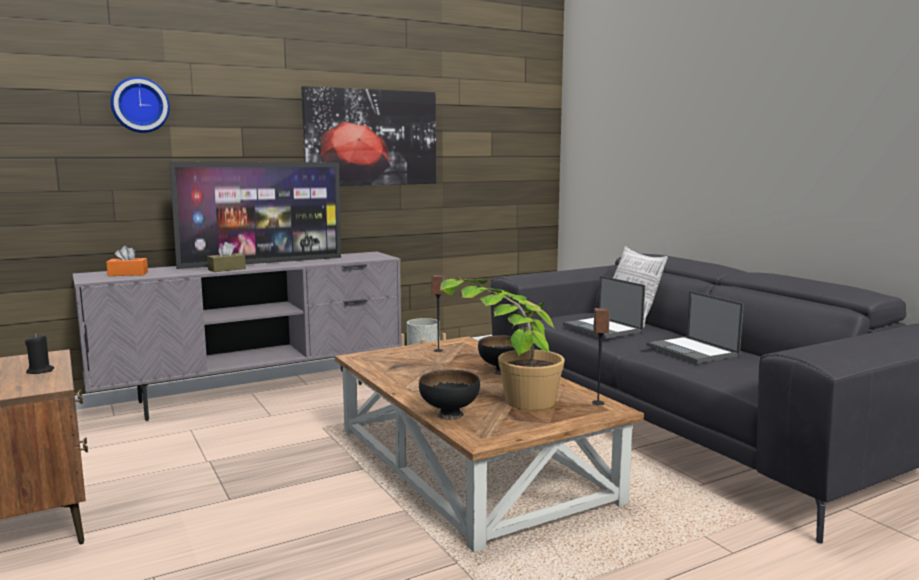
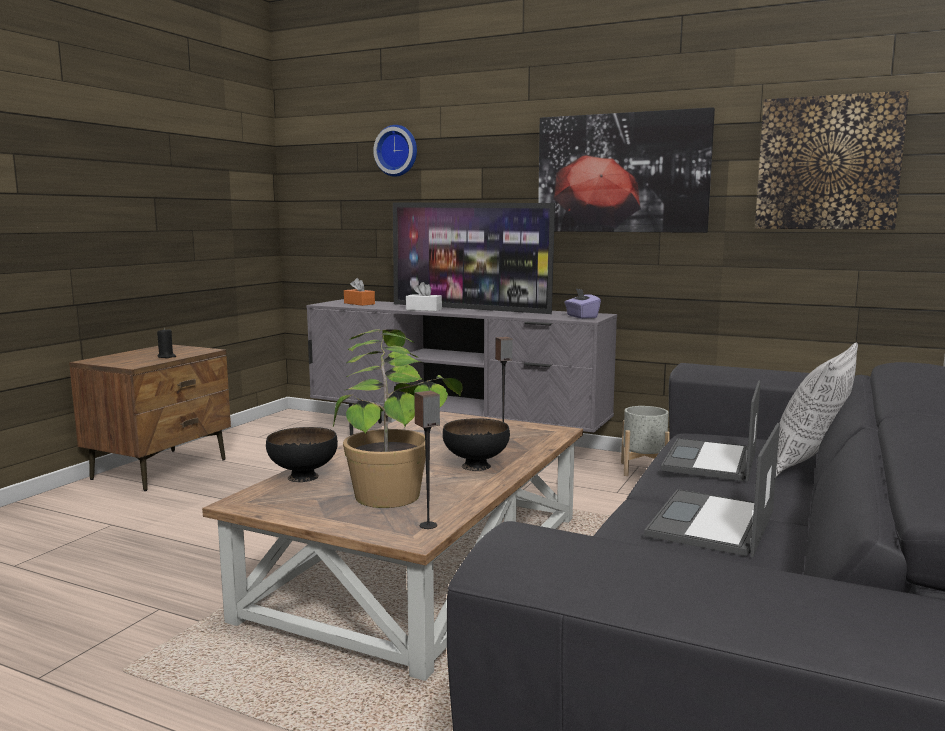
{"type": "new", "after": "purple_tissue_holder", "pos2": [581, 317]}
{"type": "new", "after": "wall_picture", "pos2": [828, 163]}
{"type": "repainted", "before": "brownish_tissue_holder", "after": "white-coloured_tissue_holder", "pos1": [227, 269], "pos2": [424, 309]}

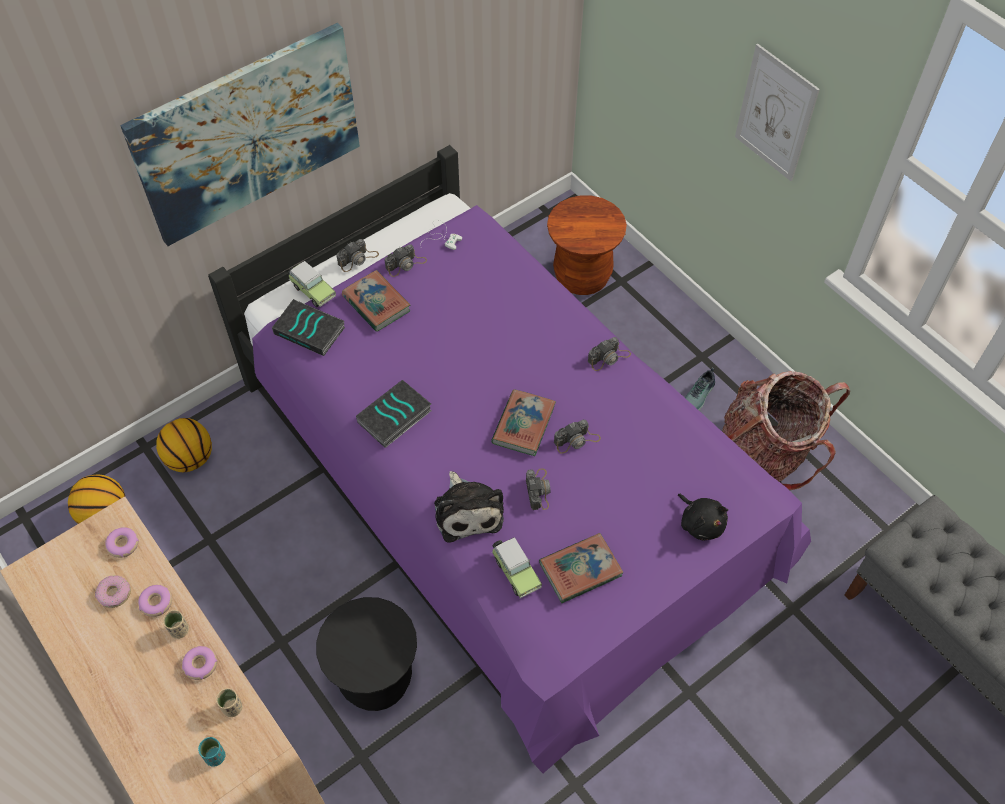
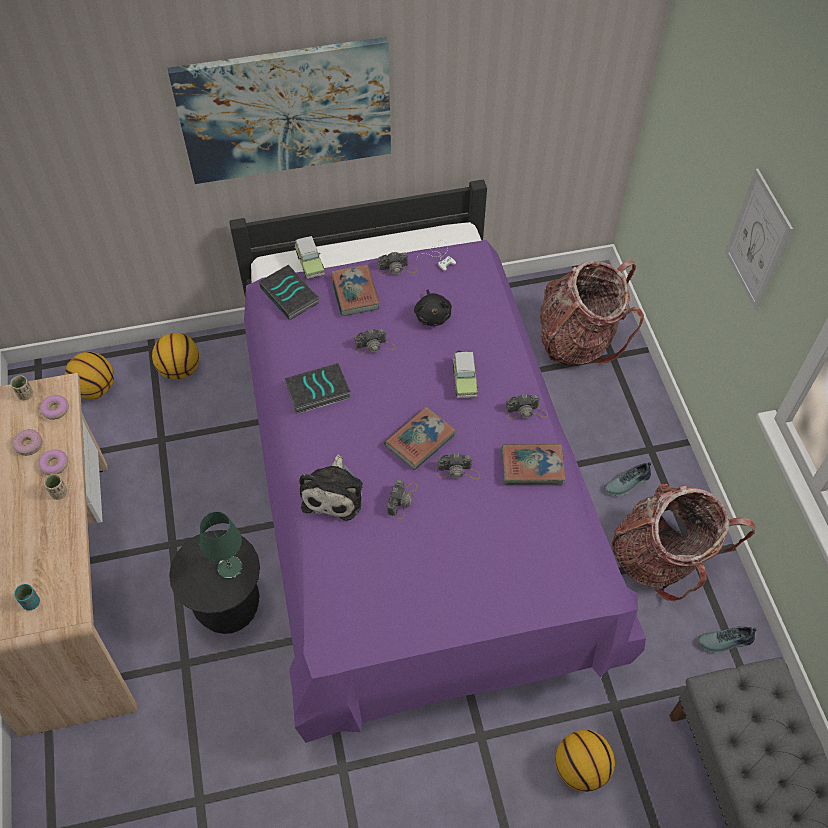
{"type": "gone", "before": "donut", "pos1": [200, 665]}
{"type": "new", "after": "greenish_table_lamp", "pos2": [229, 568]}
{"type": "new", "after": "basketball", "pos2": [581, 768]}
{"type": "new", "after": "low_shoe", "pos2": [725, 642]}
{"type": "shifted", "before": "sand-coloured_cup", "pos1": [232, 708], "pos2": [25, 395]}
{"type": "shifted", "before": "still_camera", "pos1": [358, 259], "pos2": [374, 346]}
{"type": "shifted", "before": "toy_car", "pos1": [515, 571], "pos2": [464, 380]}
{"type": "shifted", "before": "bound_book", "pos1": [580, 570], "pos2": [532, 466]}
{"type": "shifted", "before": "black-coloured_soft_toy", "pos1": [701, 523], "pos2": [432, 315]}
{"type": "swapped", "before": "brownish_stool_seat", "after": "knapsack", "pos1": [582, 277], "pos2": [578, 340]}

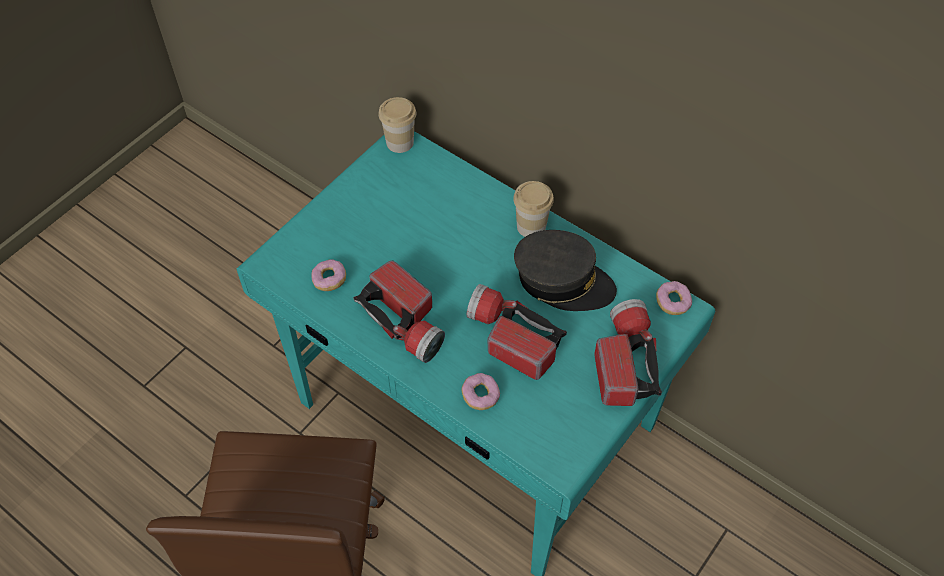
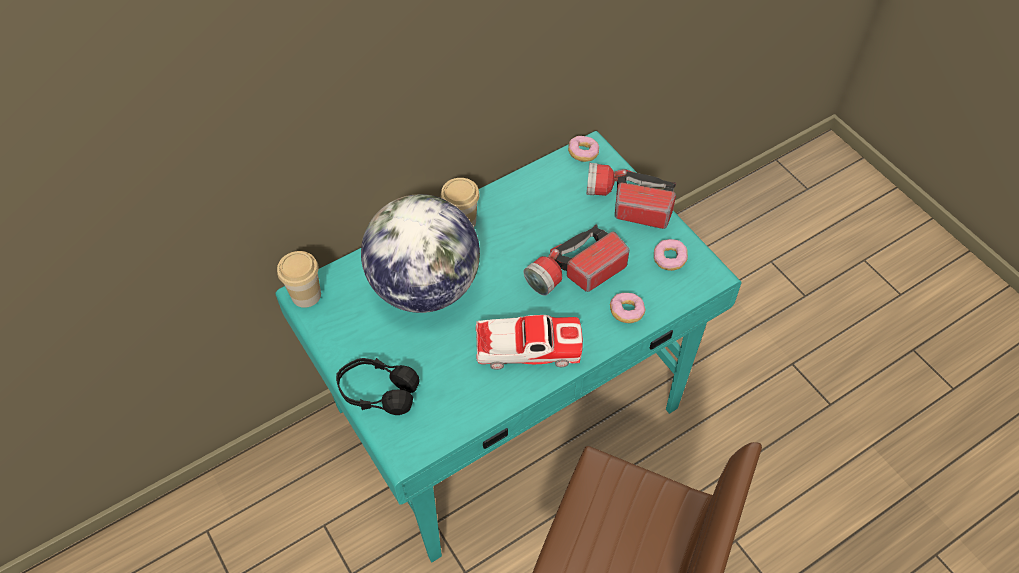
{"type": "gone", "before": "gray_peaked_cap", "pos1": [562, 281]}
{"type": "new", "after": "black-coloured_headset", "pos2": [378, 392]}
{"type": "new", "after": "desk_globe", "pos2": [425, 286]}
{"type": "shifted", "before": "donut", "pos1": [329, 280], "pos2": [669, 259]}
{"type": "swapped", "before": "flashlight", "after": "toy_car", "pos1": [406, 322], "pos2": [527, 347]}

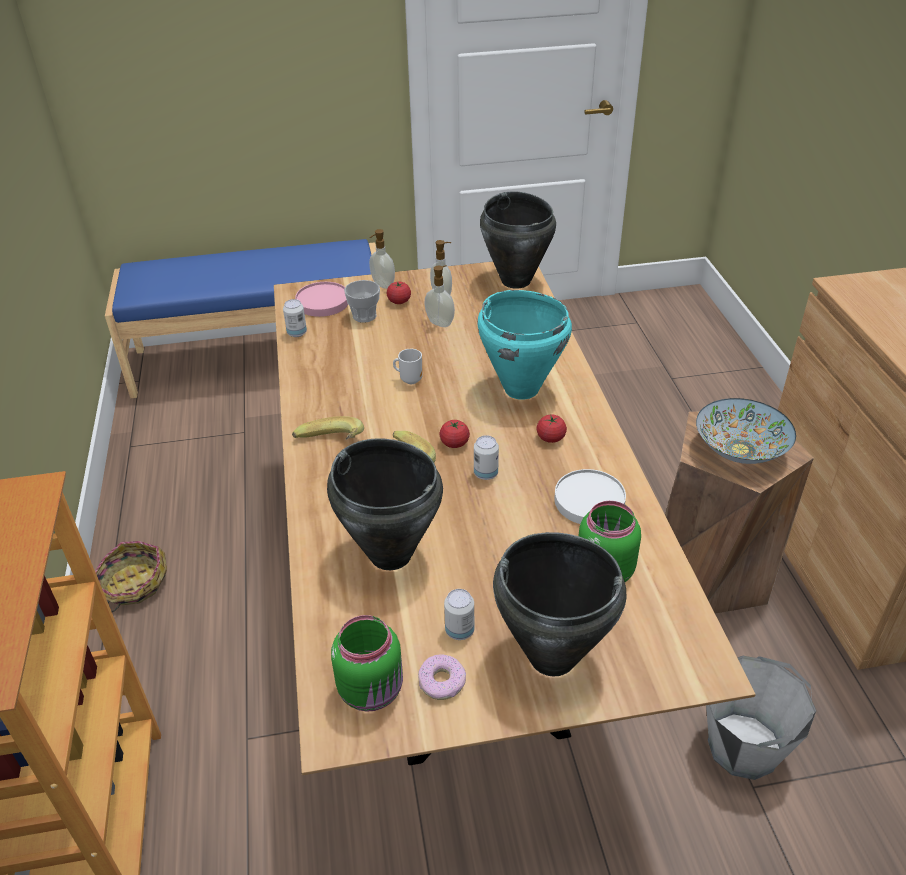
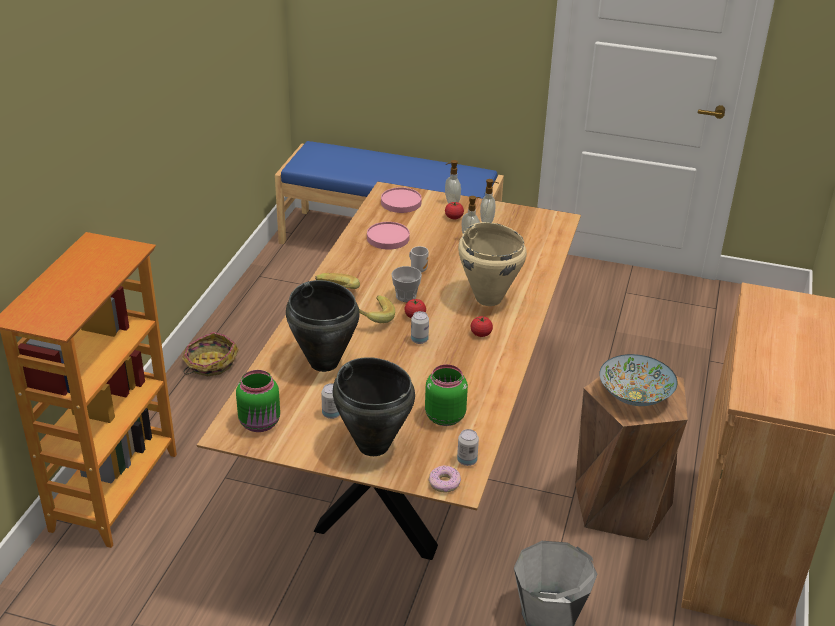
{"type": "gone", "before": "black-coloured_stockpot", "pos1": [516, 280]}
{"type": "gone", "before": "white-coloured_flat_dish", "pos1": [590, 500]}
{"type": "new", "after": "pink-coloured_flat_dish", "pos2": [387, 238]}
{"type": "shifted", "before": "sealed_can", "pos1": [297, 333], "pos2": [467, 461]}
{"type": "shifted", "before": "cup", "pos1": [364, 316], "pos2": [406, 296]}
{"type": "shifted", "before": "donut", "pos1": [442, 682], "pos2": [444, 483]}
{"type": "repainted", "before": "blue-green_stockpot", "after": "sand-coloured_stockpot", "pos1": [521, 388], "pos2": [488, 298]}

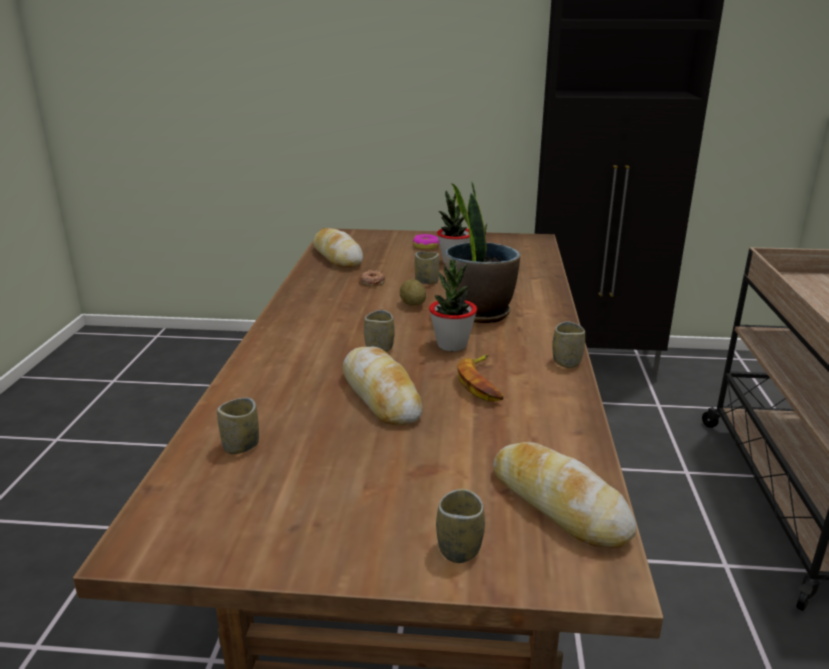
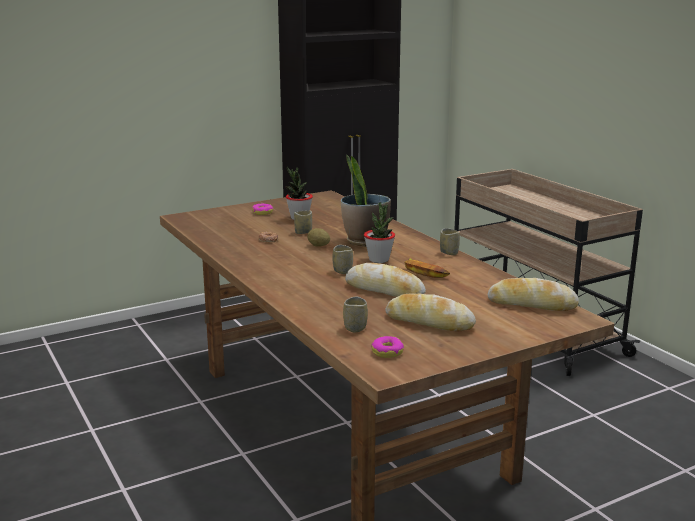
{"type": "gone", "before": "cup", "pos1": [459, 549]}
{"type": "new", "after": "donut", "pos2": [387, 352]}
{"type": "shifted", "before": "bread", "pos1": [337, 256], "pos2": [429, 322]}

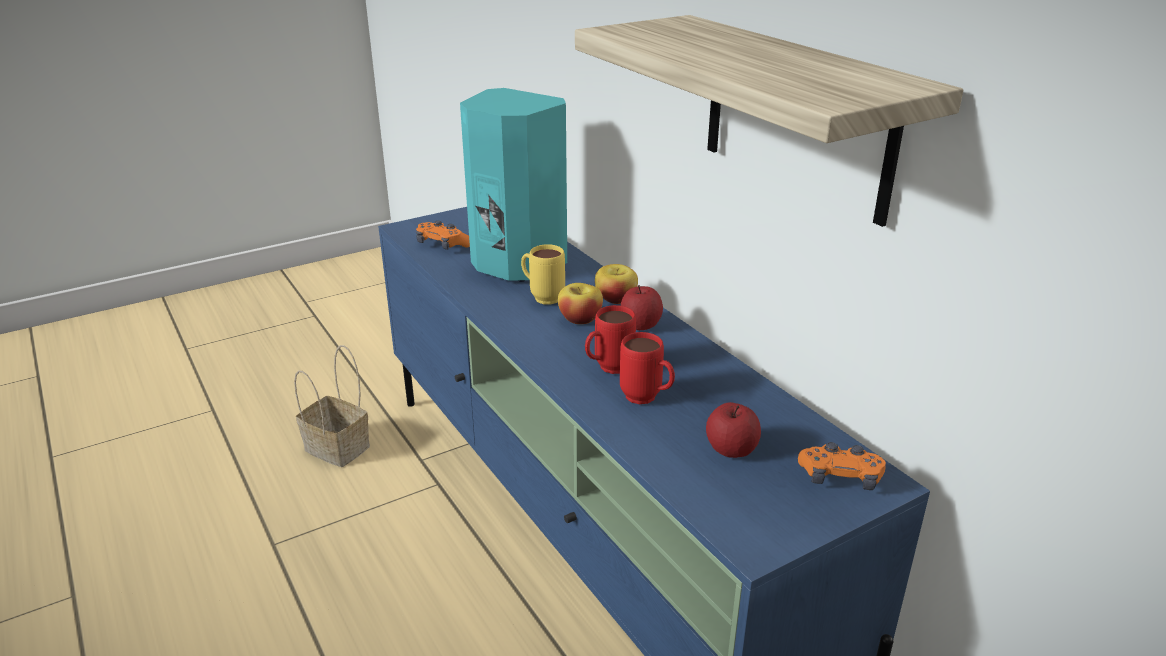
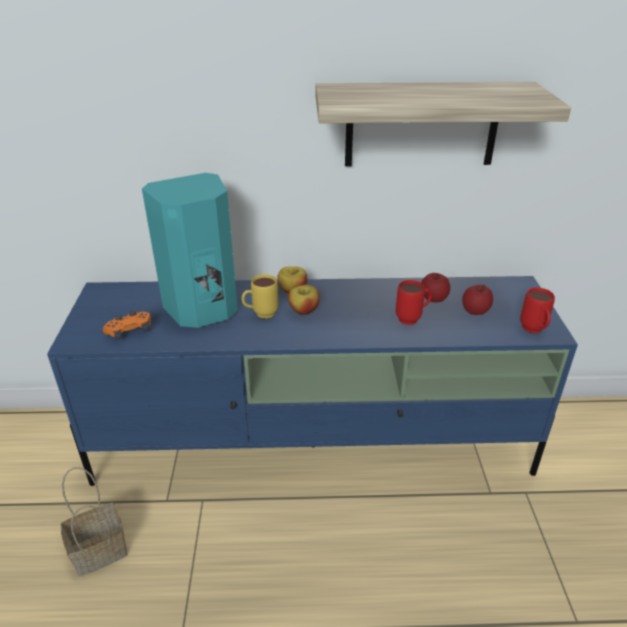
{"type": "gone", "before": "orangey_game_controller", "pos1": [840, 477]}
{"type": "shifted", "before": "reddish_mug", "pos1": [607, 369], "pos2": [534, 331]}
{"type": "shifted", "before": "whole_apple", "pos1": [641, 325], "pos2": [433, 298]}

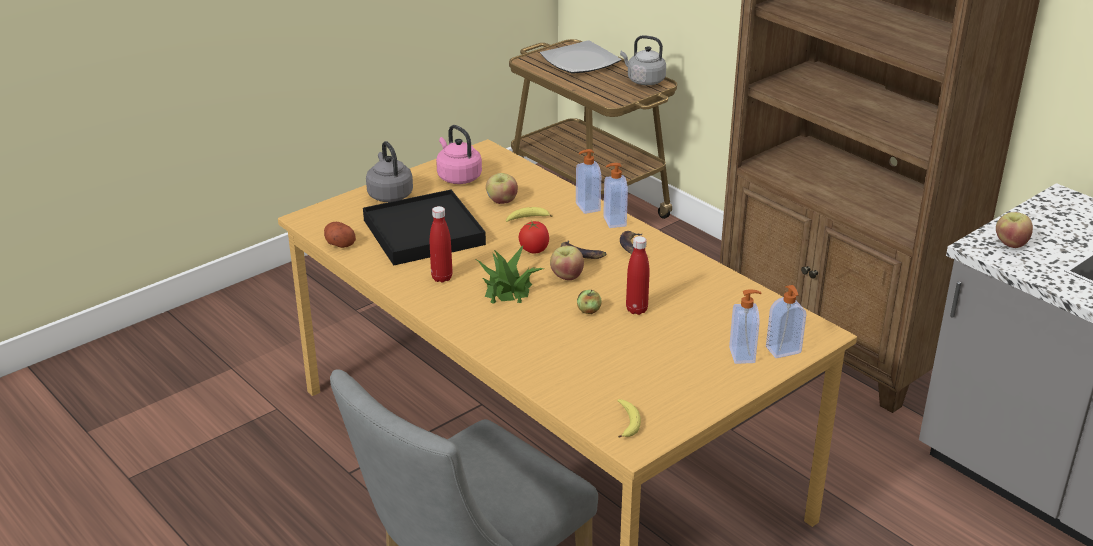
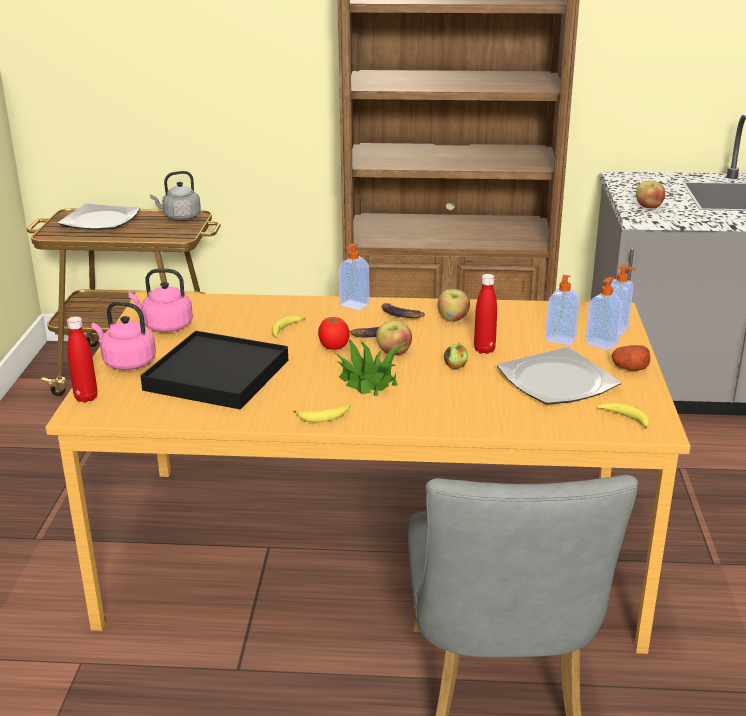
{"type": "new", "after": "banana", "pos2": [324, 417]}
{"type": "new", "after": "flat_dish", "pos2": [556, 382]}
{"type": "shifted", "before": "whole_potato", "pos1": [339, 243], "pos2": [629, 368]}
{"type": "shifted", "before": "reddish_bottle", "pos1": [442, 278], "pos2": [86, 398]}
{"type": "shifted", "before": "whole_apple", "pos1": [502, 201], "pos2": [453, 319]}
{"type": "shifted", "before": "soap_dispenser", "pos1": [587, 207], "pos2": [560, 340]}
{"type": "repainted", "before": "gray_water_kettle", "after": "pink-coloured_water_kettle", "pos1": [389, 194], "pos2": [127, 362]}

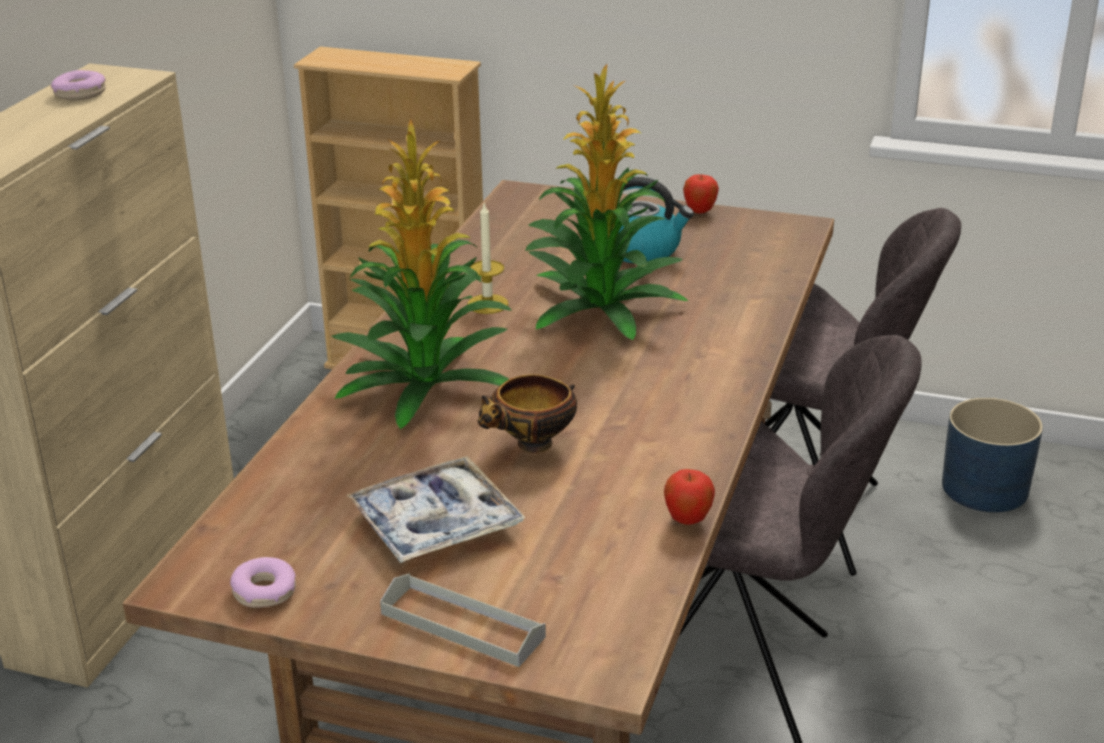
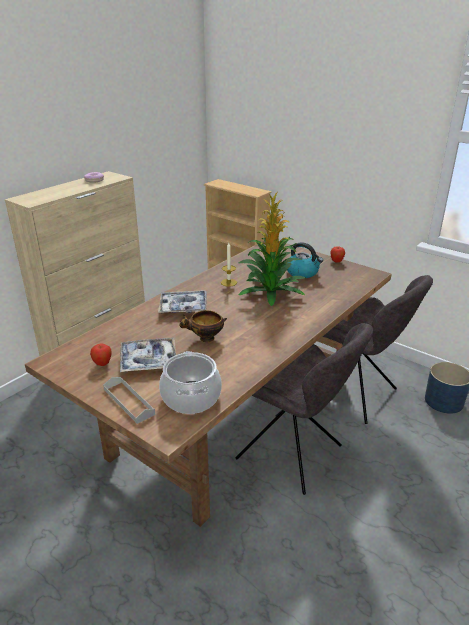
{"type": "gone", "before": "donut", "pos1": [264, 592]}
{"type": "new", "after": "stockpot", "pos2": [190, 397]}
{"type": "shifted", "before": "whole_apple", "pos1": [688, 520], "pos2": [102, 364]}
{"type": "swapped", "before": "plant_in_a_pot", "after": "serving_tray", "pos1": [423, 383], "pos2": [183, 307]}

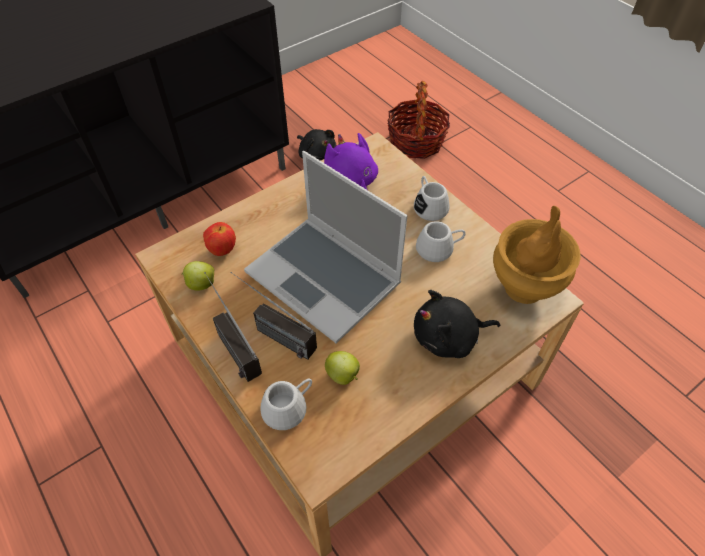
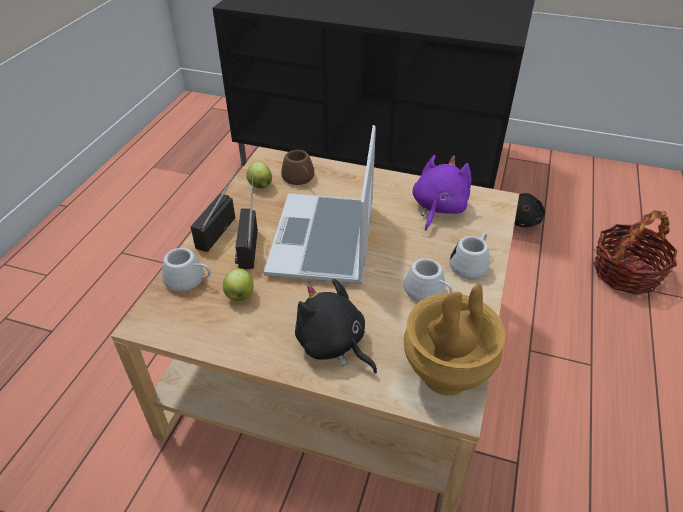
{"type": "swapped", "before": "whole_apple", "after": "brownish_mug", "pos1": [223, 250], "pos2": [300, 179]}

